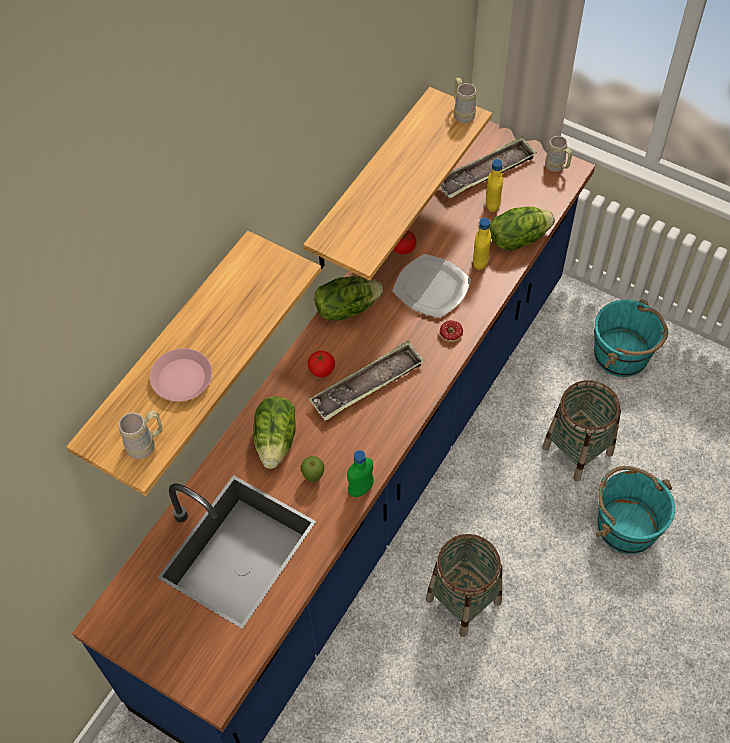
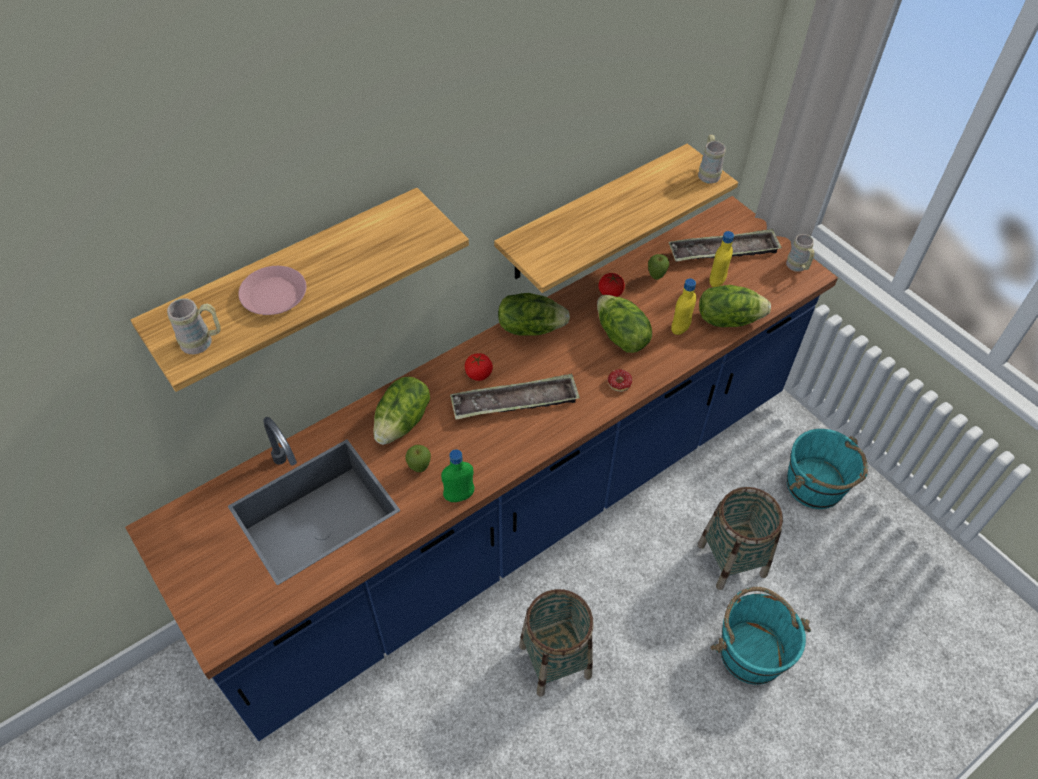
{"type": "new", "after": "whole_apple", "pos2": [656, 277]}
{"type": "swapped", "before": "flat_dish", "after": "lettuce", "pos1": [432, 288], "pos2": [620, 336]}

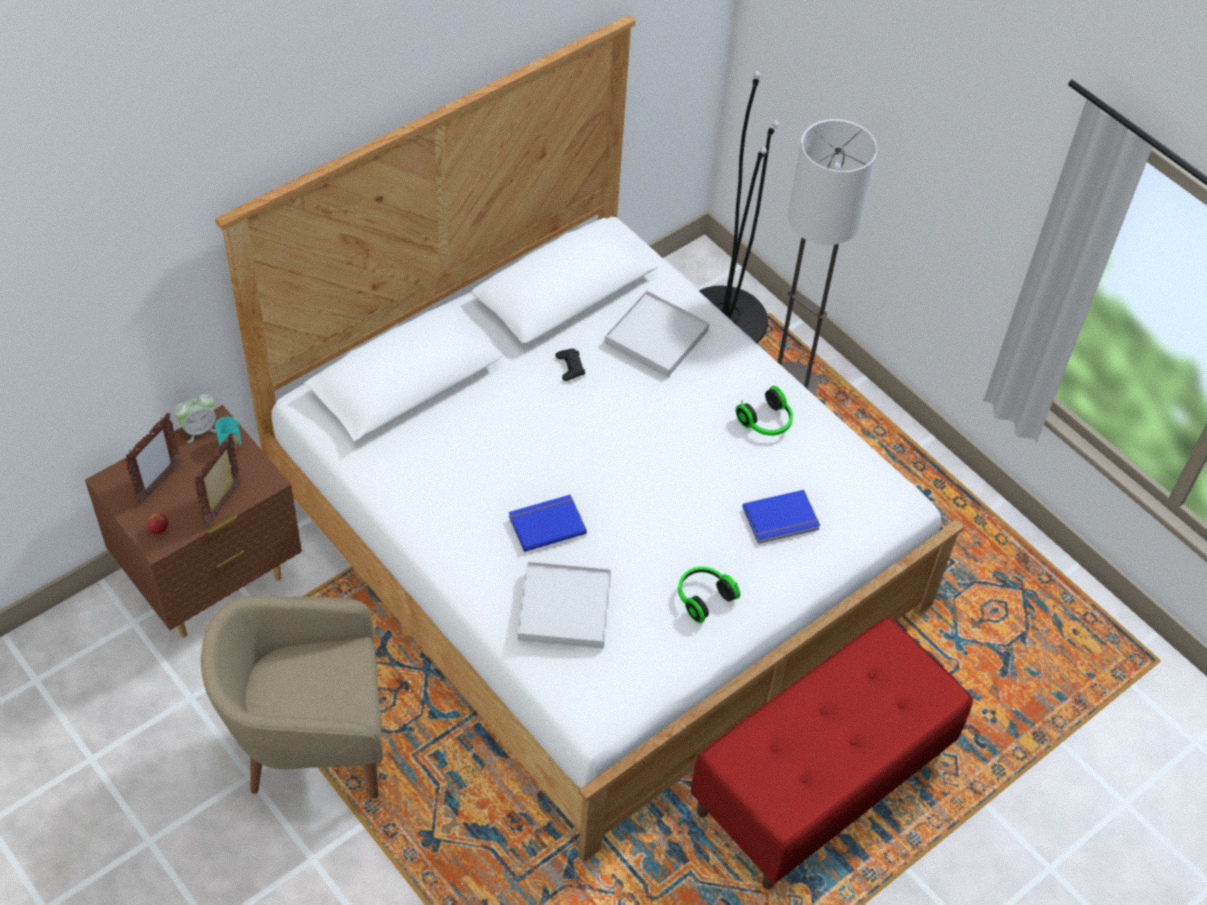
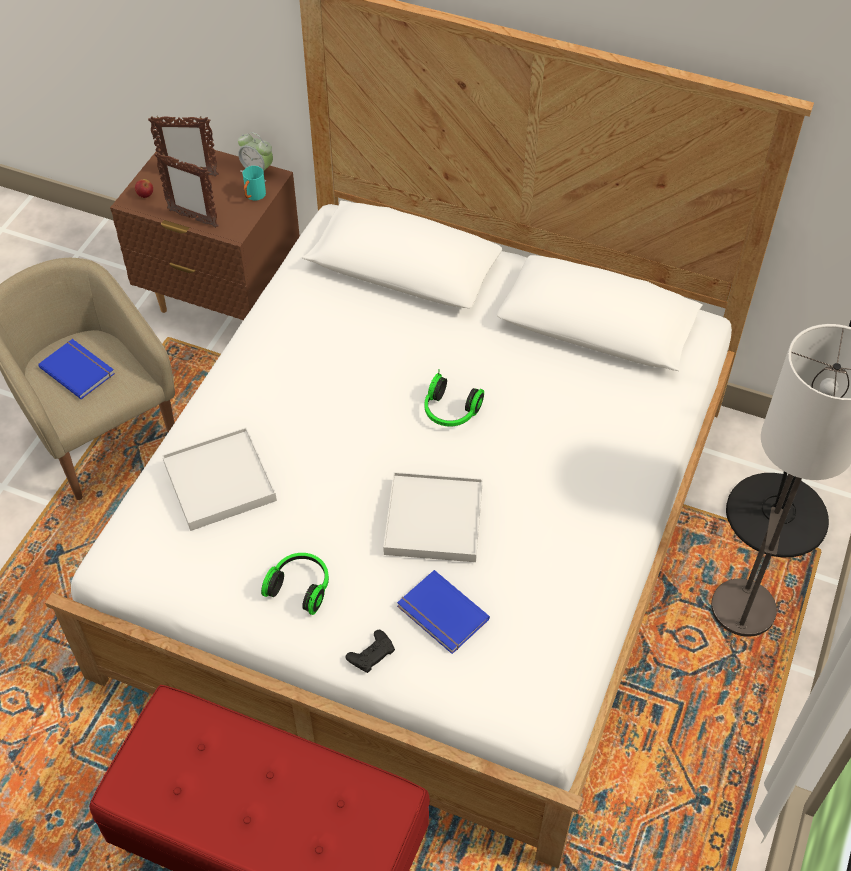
{"type": "shifted", "before": "blue-coloured_bound_book", "pos1": [546, 523], "pos2": [78, 369]}
{"type": "shifted", "before": "black-coloured_game_controller", "pos1": [570, 367], "pos2": [371, 654]}
{"type": "shifted", "before": "white-coloured_serving_tray", "pos1": [656, 337], "pos2": [433, 520]}
{"type": "shifted", "before": "headset", "pos1": [767, 422], "pos2": [450, 412]}
{"type": "rotated", "before": "standing_frame", "pos1": [223, 505], "pos2": [193, 218], "turn": -150}

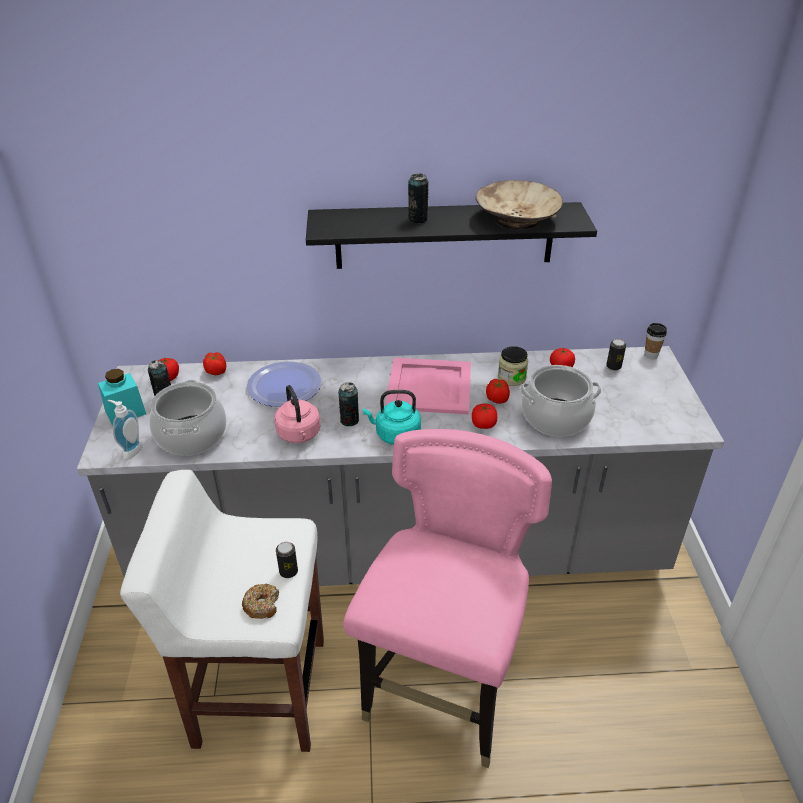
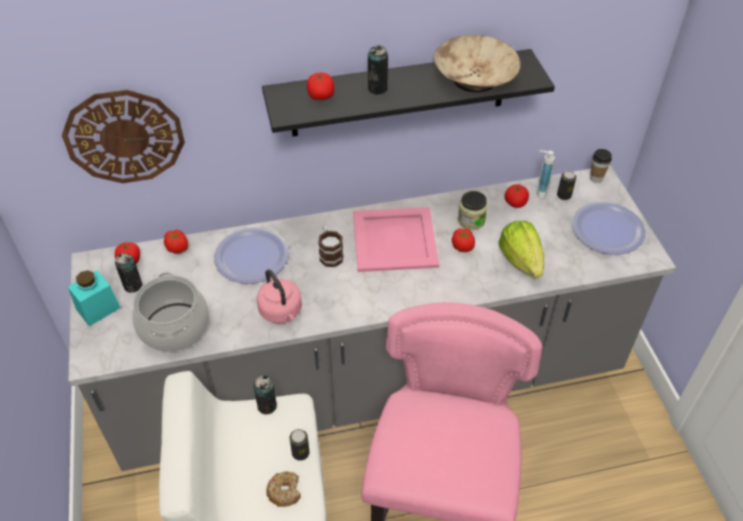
{"type": "gone", "before": "blue-green_water_kettle", "pos1": [395, 435]}
{"type": "new", "after": "wall_clock", "pos2": [124, 137]}
{"type": "new", "after": "mug", "pos2": [330, 254]}
{"type": "new", "after": "flat_dish", "pos2": [608, 229]}
{"type": "shifted", "before": "soap_dispenser", "pos1": [130, 450], "pos2": [539, 191]}
{"type": "shifted", "before": "sealed_can", "pos1": [349, 420], "pos2": [267, 406]}
{"type": "shifted", "before": "whole_tomato", "pos1": [483, 425], "pos2": [321, 96]}
{"type": "swapped", "before": "stockpot", "after": "lettuce", "pos1": [556, 417], "pos2": [521, 260]}

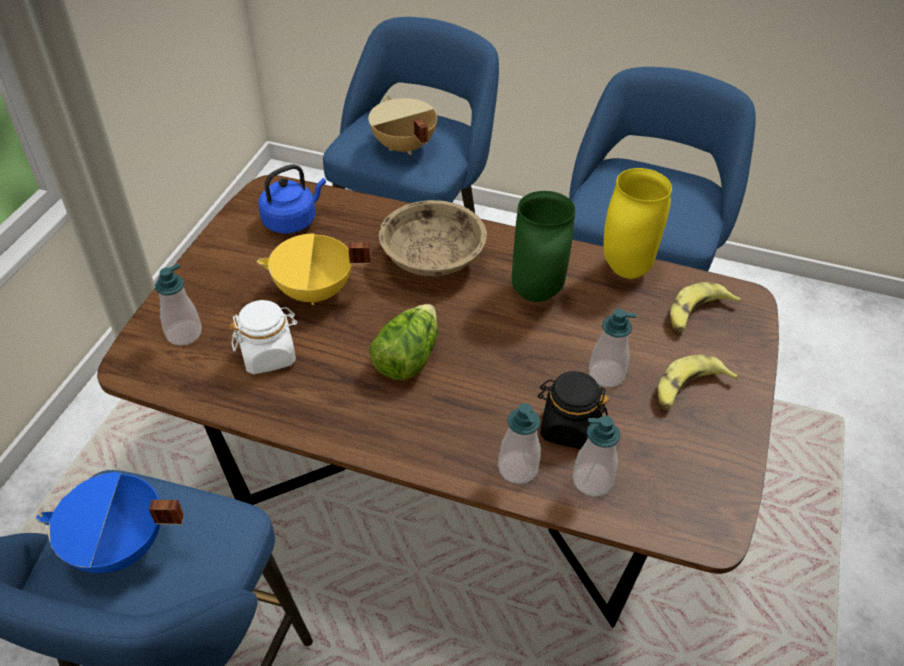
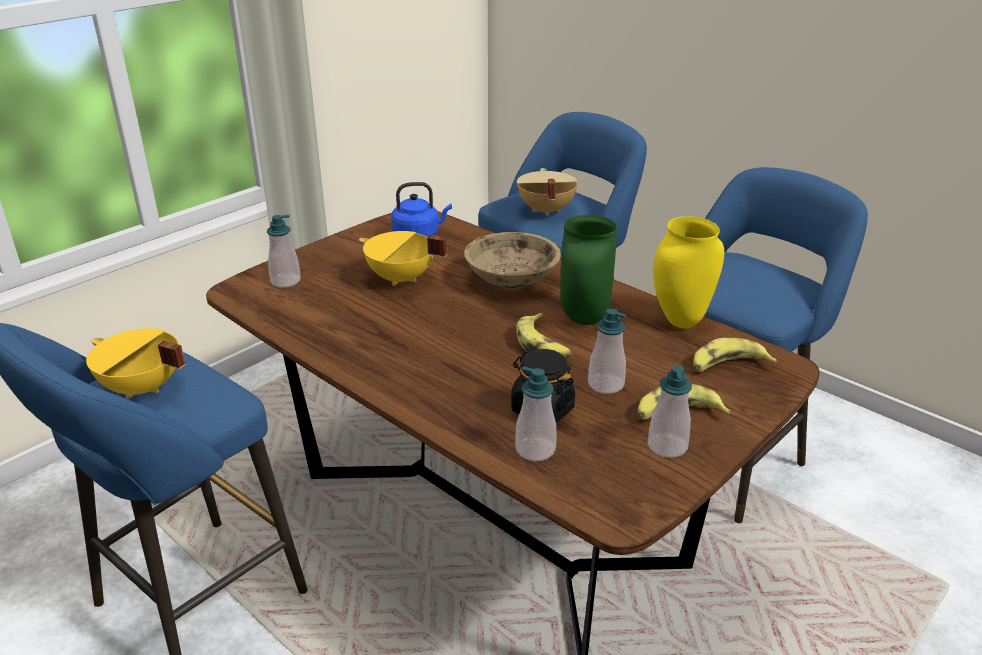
{"type": "gone", "before": "white-coloured_jar", "pos1": [268, 355]}
{"type": "gone", "before": "lettuce", "pos1": [407, 357]}
{"type": "new", "after": "banana", "pos2": [543, 345]}
{"type": "shifted", "before": "soap_dispenser", "pos1": [518, 468], "pos2": [667, 446]}
{"type": "repainted", "before": "blue-coloured_stockpot", "after": "yellow_stockpot", "pos1": [119, 547], "pos2": [142, 388]}

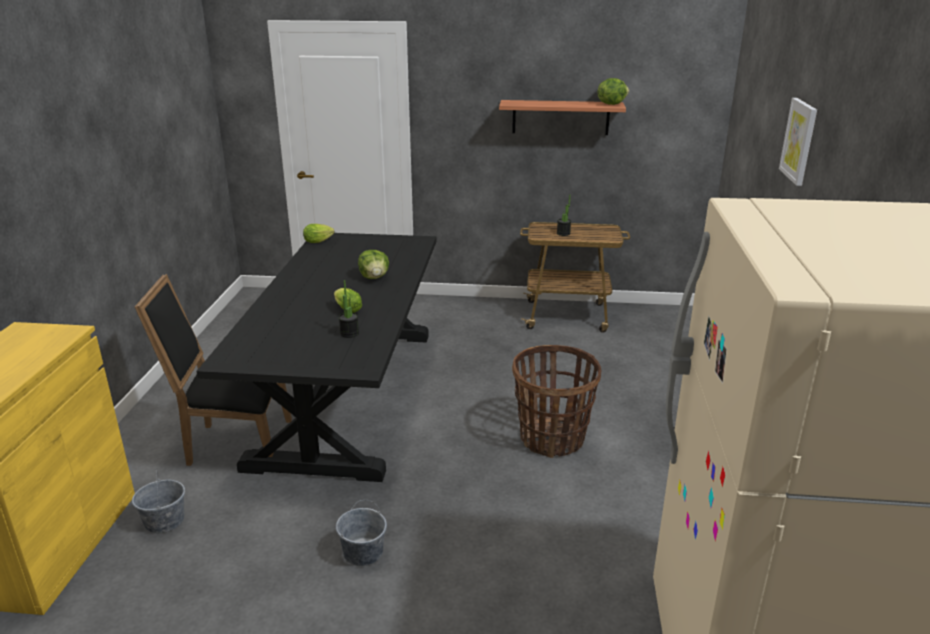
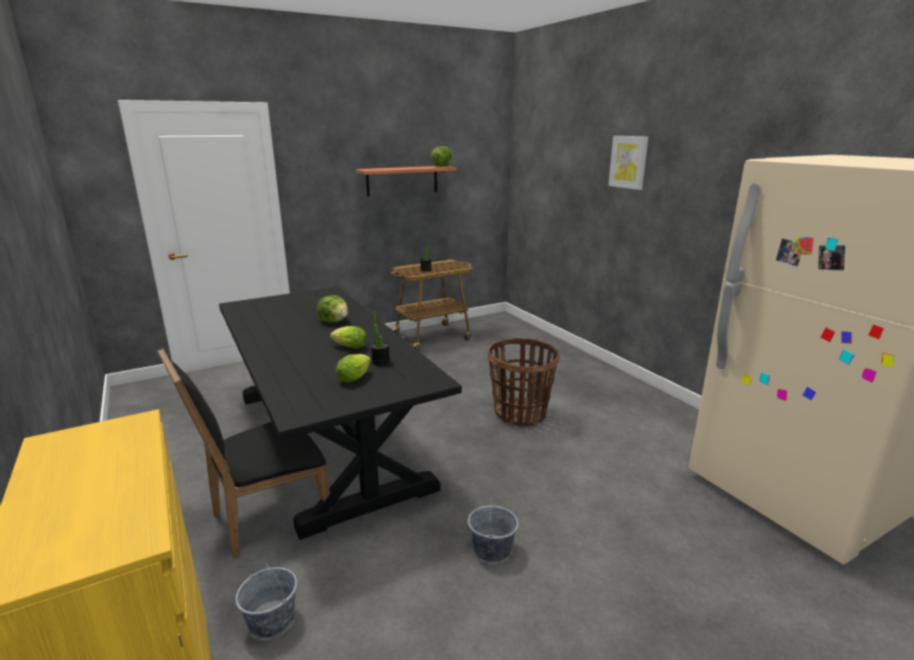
{"type": "shifted", "before": "lettuce", "pos1": [319, 241], "pos2": [355, 377]}

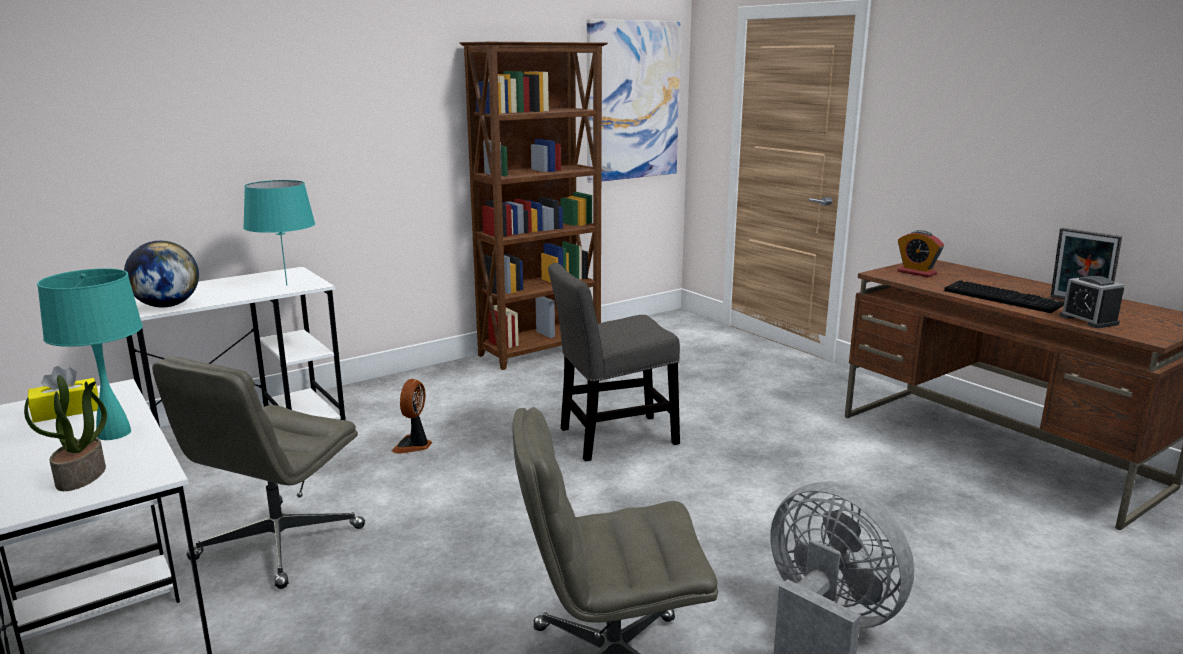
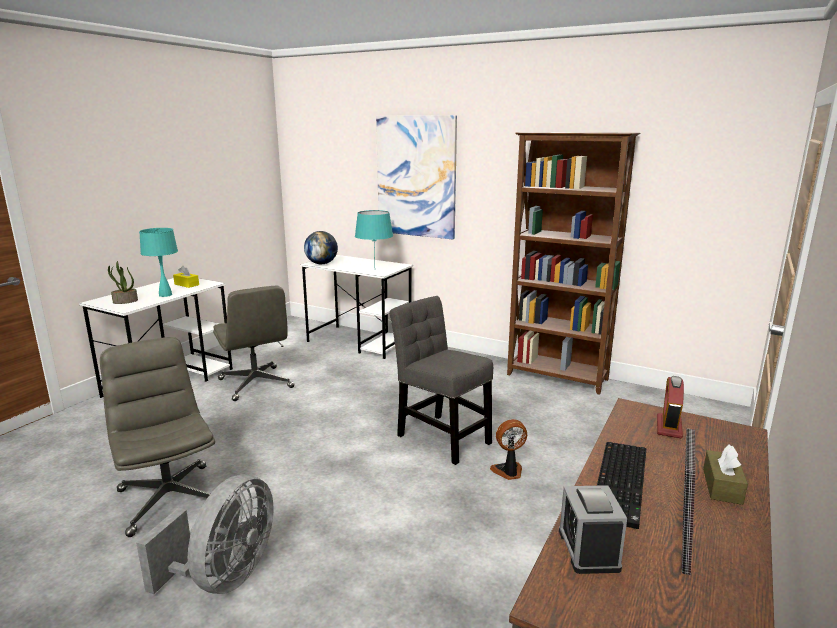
{"type": "new", "after": "brownish_tissue_holder", "pos2": [722, 486]}
{"type": "shifted", "before": "electric_fan", "pos1": [414, 445], "pos2": [508, 472]}
{"type": "shifted", "before": "wall_picture", "pos1": [632, 101], "pos2": [416, 177]}
{"type": "rotated", "before": "gray_desk_chair", "pos1": [278, 544], "pos2": [256, 384], "turn": -120}
{"type": "rotated", "before": "table_clock", "pos1": [1088, 320], "pos2": [588, 549], "turn": -45}

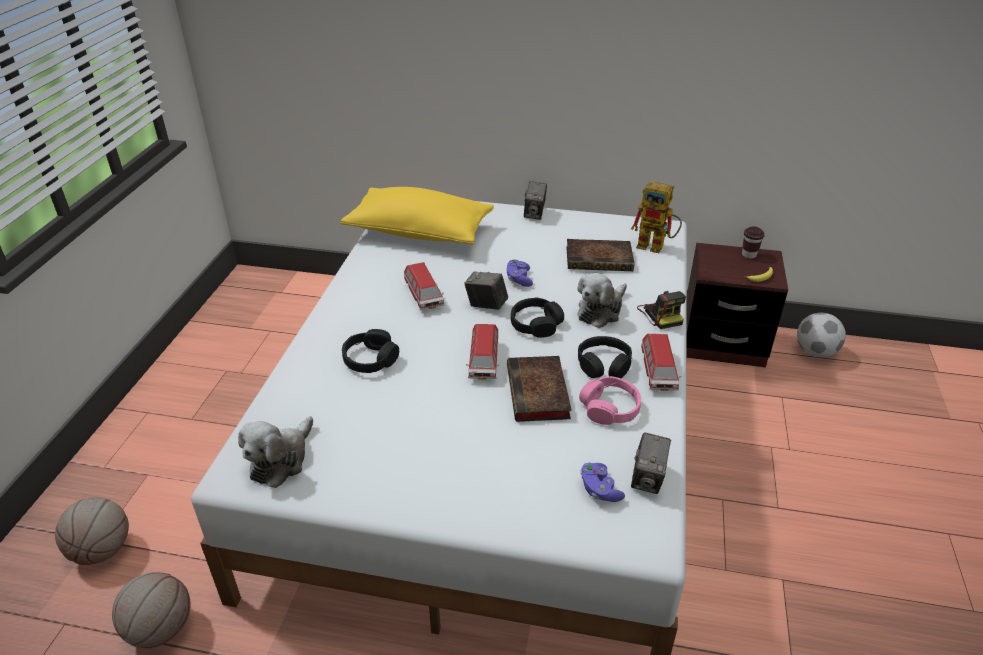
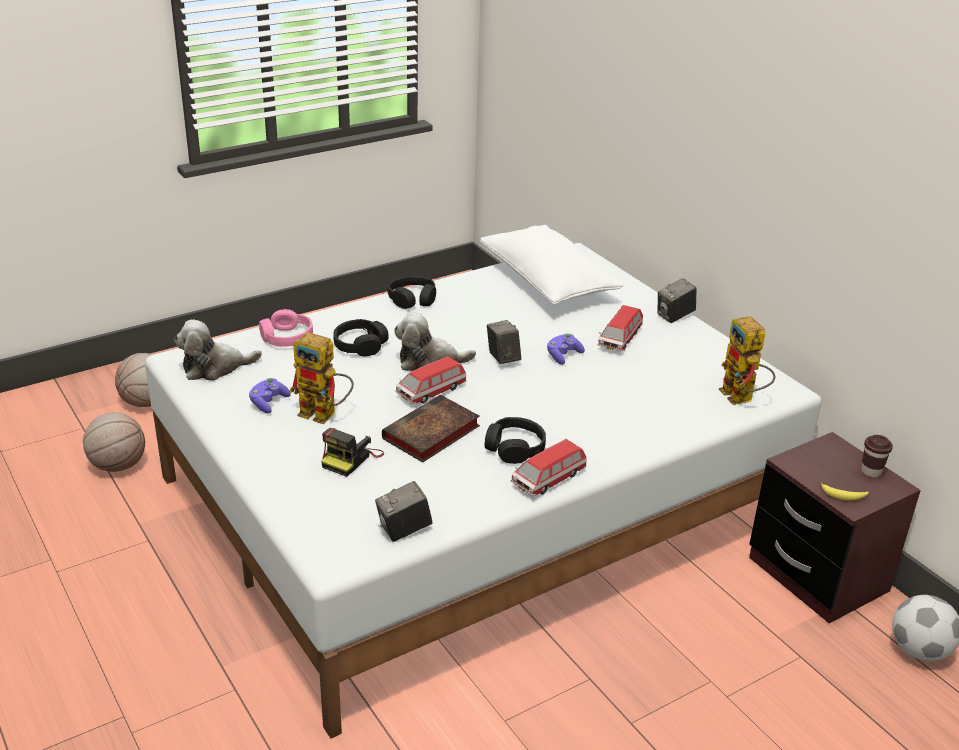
{"type": "gone", "before": "bound_book", "pos1": [600, 259]}
{"type": "new", "after": "model_robot", "pos2": [325, 414]}
{"type": "shifted", "before": "toy_car", "pos1": [423, 296], "pos2": [619, 339]}
{"type": "shifted", "before": "black-coloured_headset", "pos1": [536, 324], "pos2": [412, 299]}
{"type": "shifted", "before": "soft_toy", "pos1": [601, 311], "pos2": [429, 361]}
{"type": "shifted", "before": "pink-coloured_headset", "pos1": [610, 408], "pos2": [286, 338]}
{"type": "shifted", "before": "purple_game_controller", "pos1": [599, 490], "pos2": [268, 403]}
{"type": "shifted", "before": "still_camera", "pos1": [660, 314], "pos2": [351, 459]}
{"type": "repainted", "before": "yellow_pillow", "after": "white-coloured_pillow", "pos1": [419, 232], "pos2": [547, 282]}

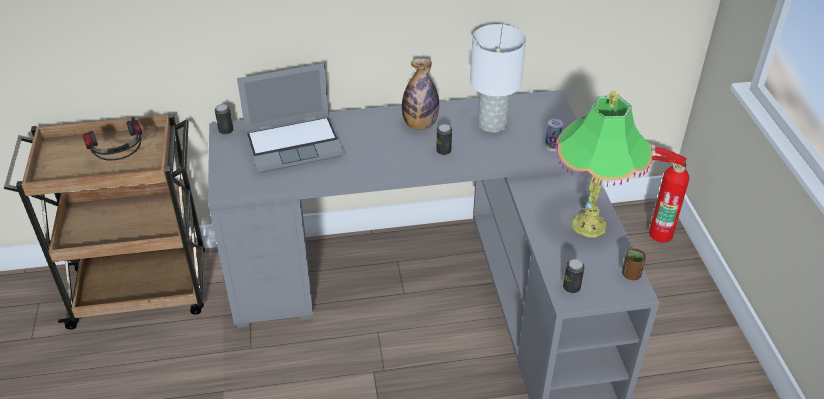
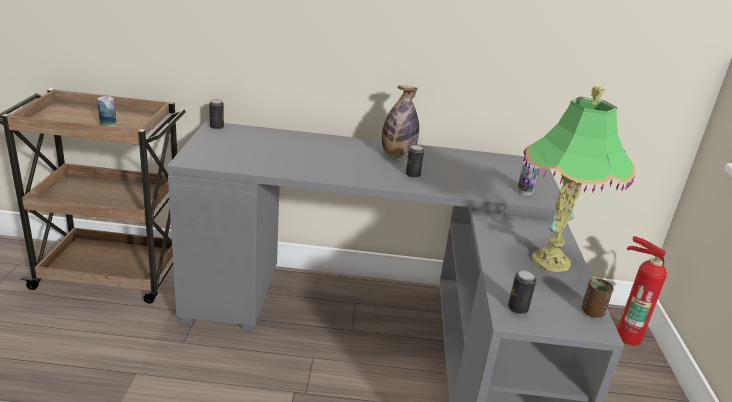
{"type": "gone", "before": "notebook_computer", "pos1": [295, 144]}
{"type": "gone", "before": "white-coloured_table_lamp", "pos1": [491, 123]}
{"type": "swapped", "before": "headset", "after": "sealed_can", "pos1": [122, 164], "pos2": [108, 126]}

